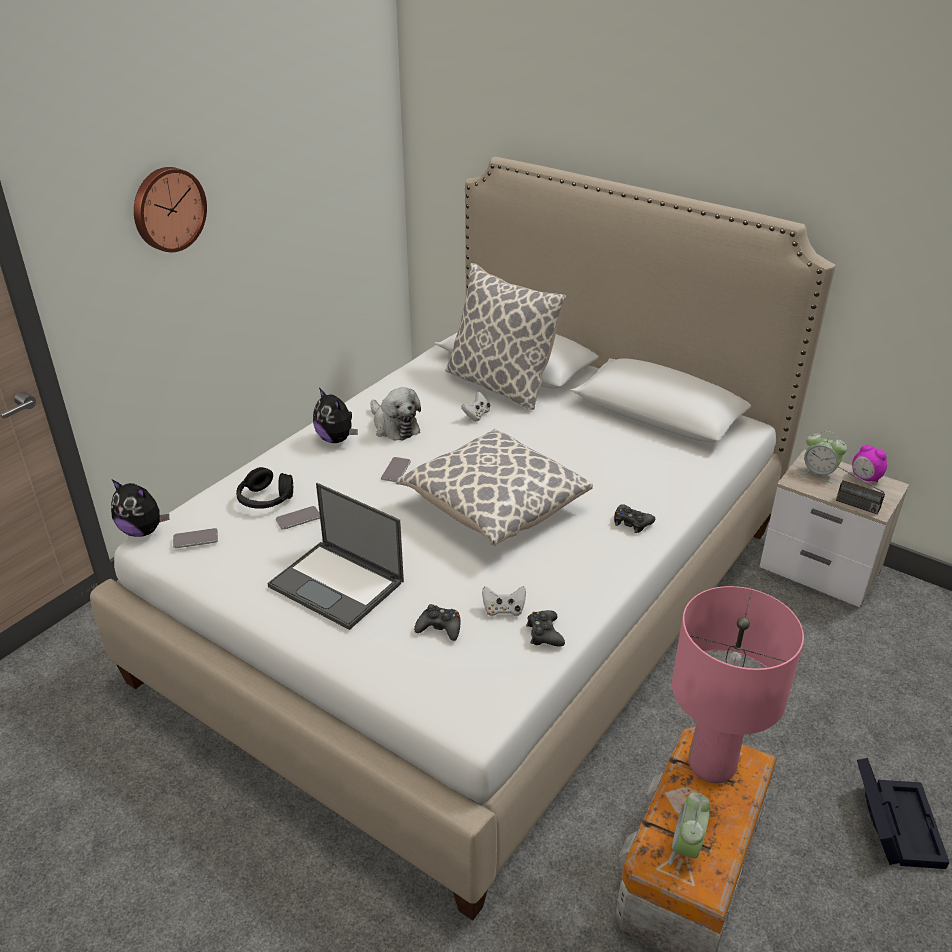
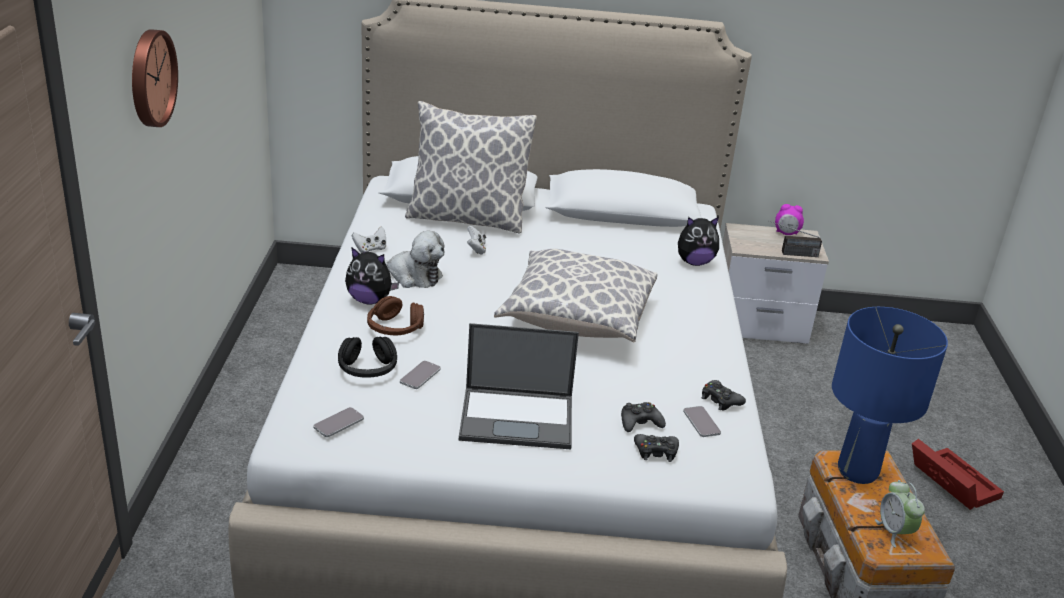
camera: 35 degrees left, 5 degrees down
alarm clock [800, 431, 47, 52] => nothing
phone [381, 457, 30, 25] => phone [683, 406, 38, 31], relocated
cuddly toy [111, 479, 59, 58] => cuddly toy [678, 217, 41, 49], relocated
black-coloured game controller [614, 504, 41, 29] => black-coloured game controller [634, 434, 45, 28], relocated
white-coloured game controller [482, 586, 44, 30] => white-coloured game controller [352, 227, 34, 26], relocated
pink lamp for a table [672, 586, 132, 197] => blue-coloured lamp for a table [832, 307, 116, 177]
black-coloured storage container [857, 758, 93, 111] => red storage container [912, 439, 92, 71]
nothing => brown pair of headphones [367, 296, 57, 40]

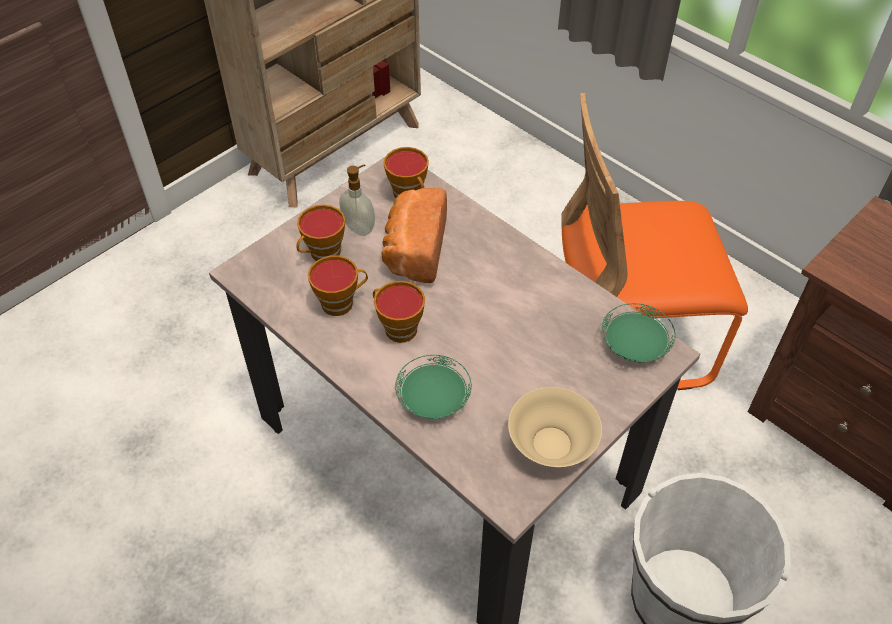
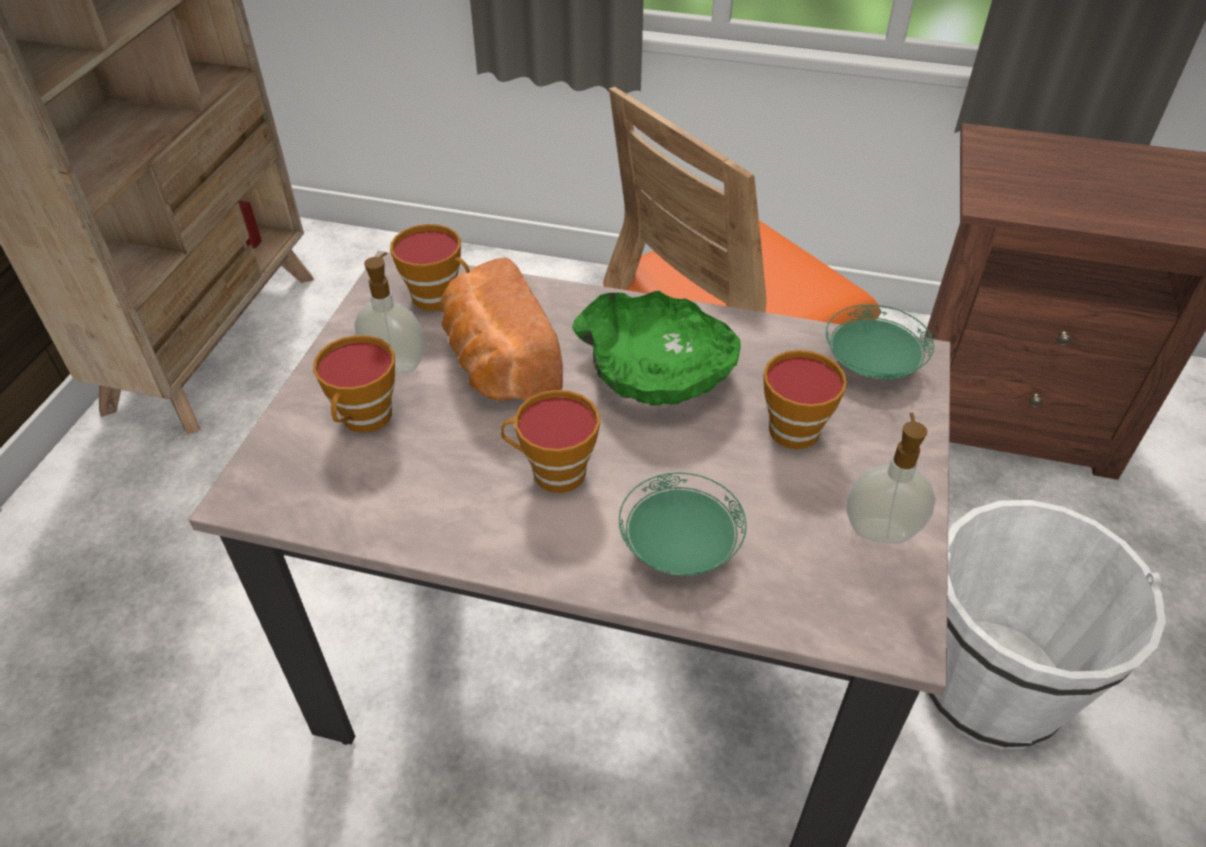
camera: 30 degrees left, 5 degrees down
drinking cup [308, 255, 60, 61] => drinking cup [764, 350, 83, 99], relocated
beige serving bowl [508, 387, 94, 80] => soap dispenser [846, 413, 90, 131]
nothing => greenish serving bowl [572, 291, 169, 115]

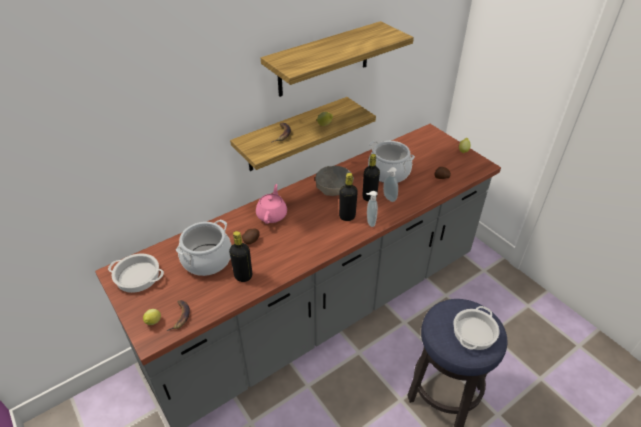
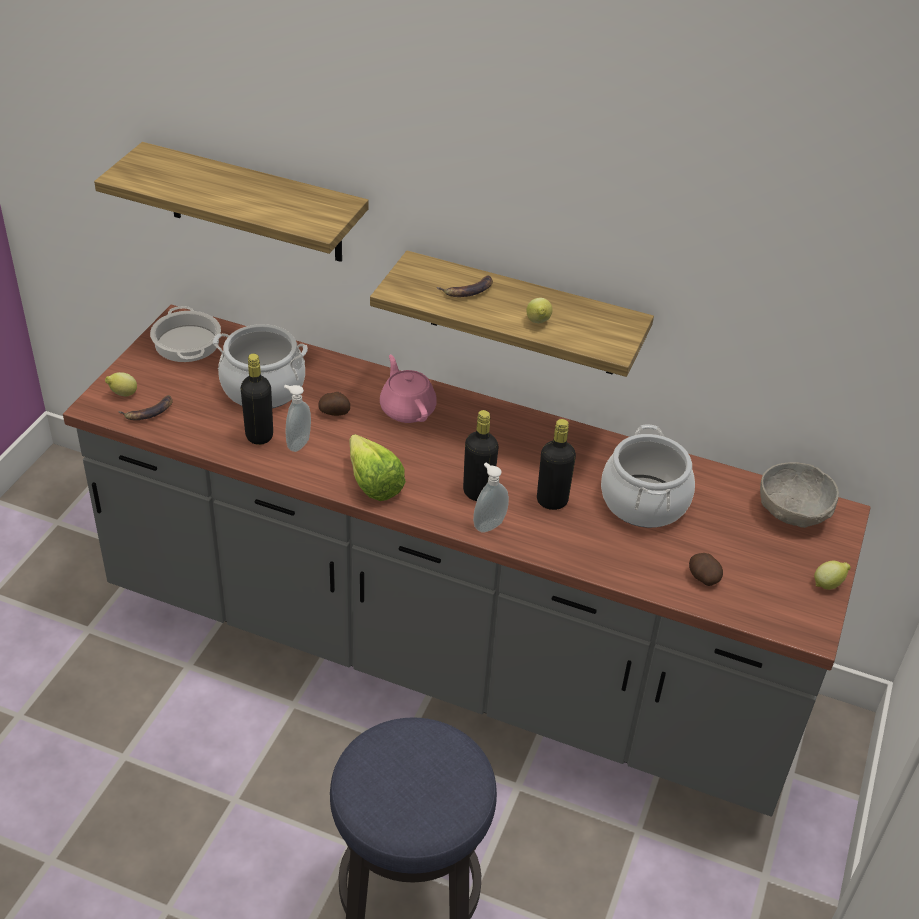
camera: 55 degrees right, 0 degrees up
wall shelf [261, 21, 153, 76] => wall shelf [94, 142, 275, 120], relocated
grey serving bowl [315, 166, 39, 30] => grey serving bowl [760, 462, 79, 66], relocated
soap dispenser [383, 167, 15, 35] => soap dispenser [284, 385, 27, 67], relocated
pink tea pot [256, 184, 31, 40] => pink tea pot [380, 355, 57, 68], 90 degrees counterclockwise
saucepot [453, 306, 46, 44] => nothing
nothing => lettuce head [350, 434, 56, 67]

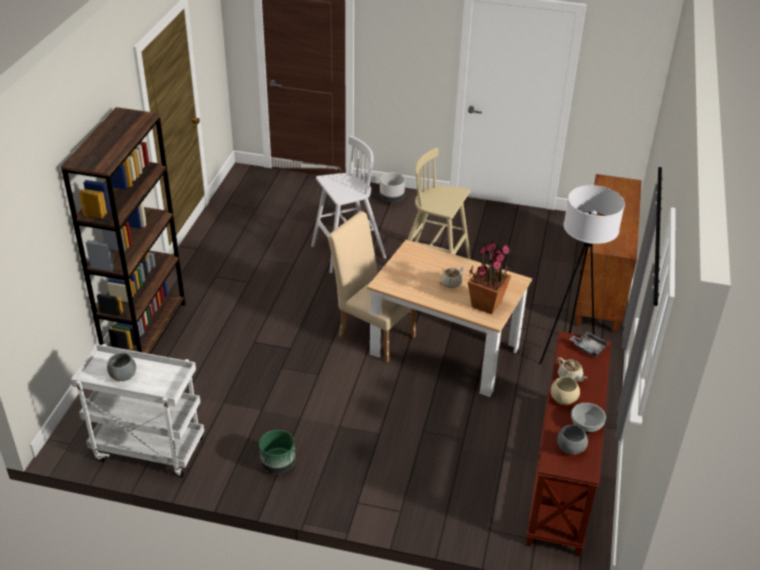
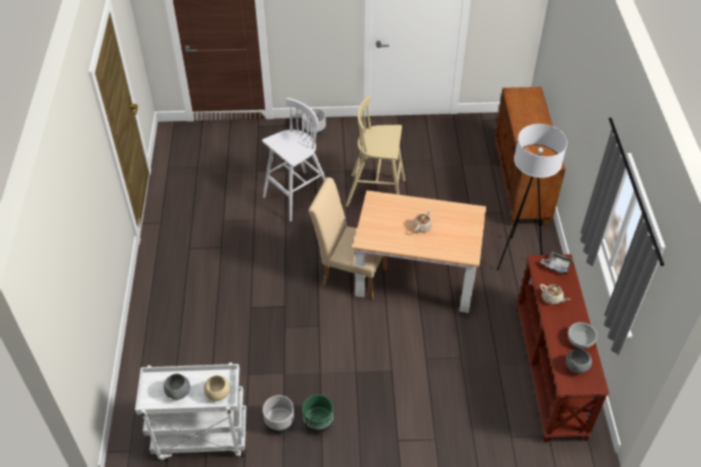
camera: 15 degrees left, 10 degrees up
brown bookcase [60, 107, 125, 247] => nothing
potted plant [468, 241, 43, 73] => nothing
beige serving bowl [551, 376, 29, 29] => beige serving bowl [204, 375, 26, 26], relocated
nothing => grey planter [263, 395, 32, 39]

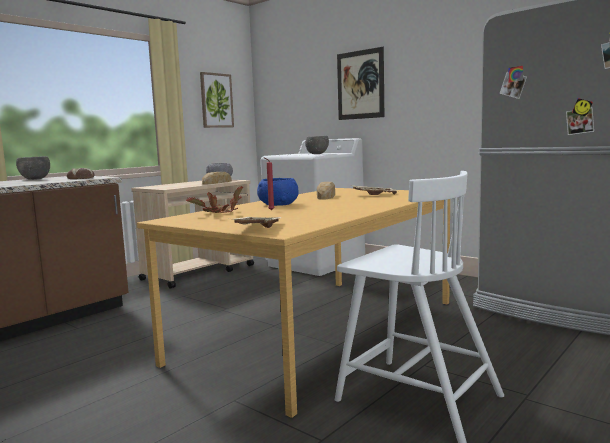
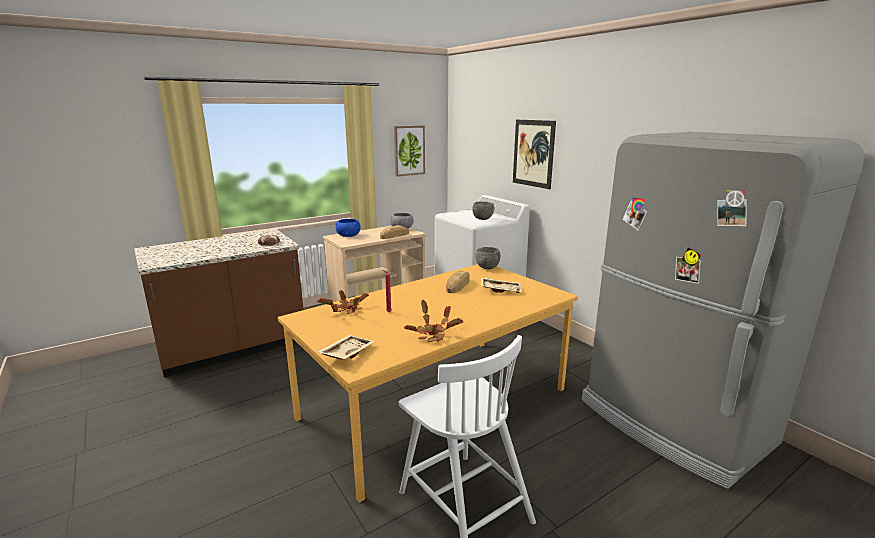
camera: 15 degrees right, 10 degrees up
grey serving bowl [16, 156, 34, 24] => grey serving bowl [475, 247, 26, 22], relocated
blue-coloured serving bowl [257, 178, 42, 28] => blue-coloured serving bowl [335, 219, 26, 18], relocated
nothing => potted plant [404, 300, 59, 42]

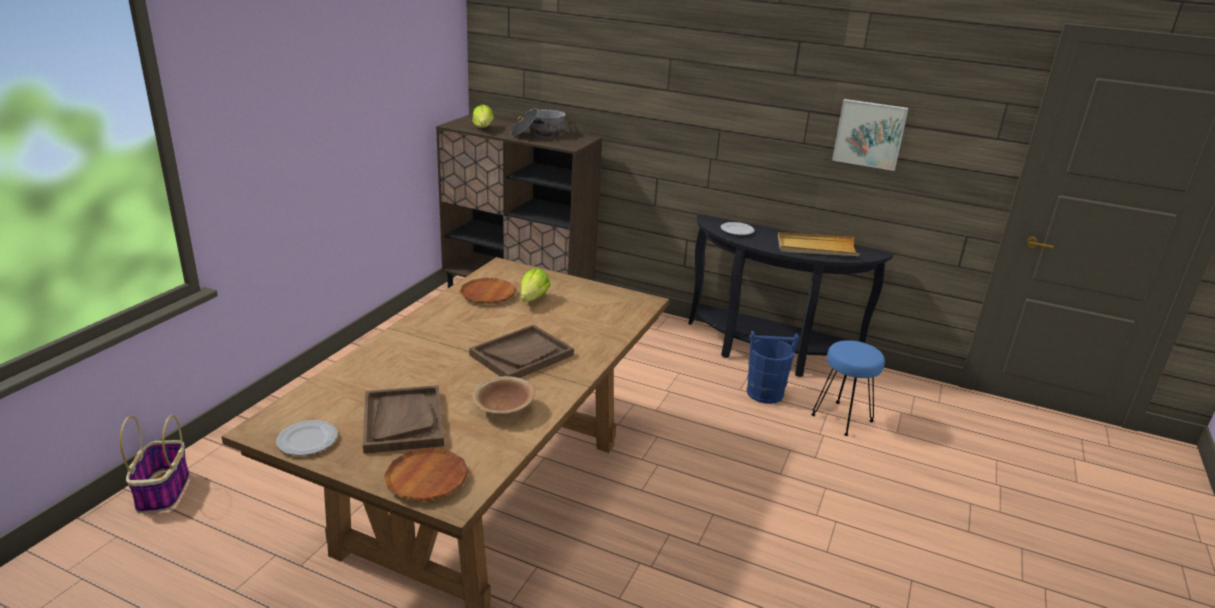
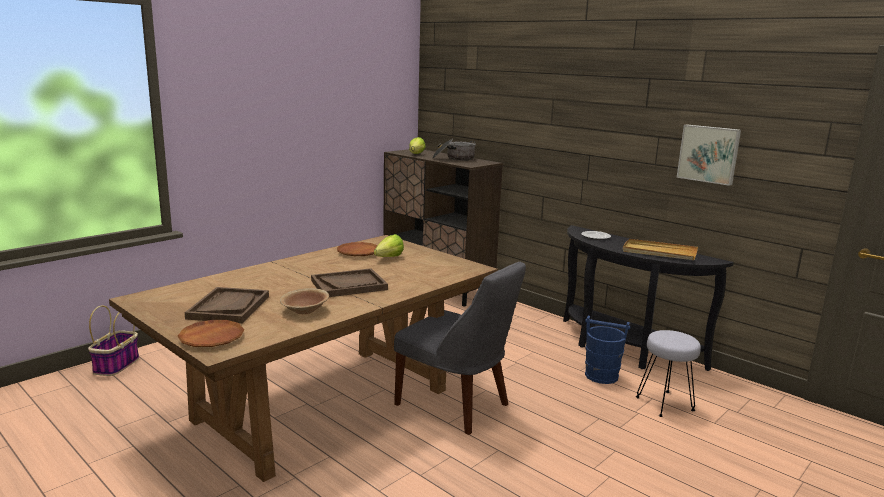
camera: 20 degrees right, 10 degrees down
blue-coloured stool [811, 340, 74, 96] => grey stool [636, 330, 65, 87]
plate [276, 420, 62, 36] => nothing
nothing => grey chair [394, 262, 132, 173]

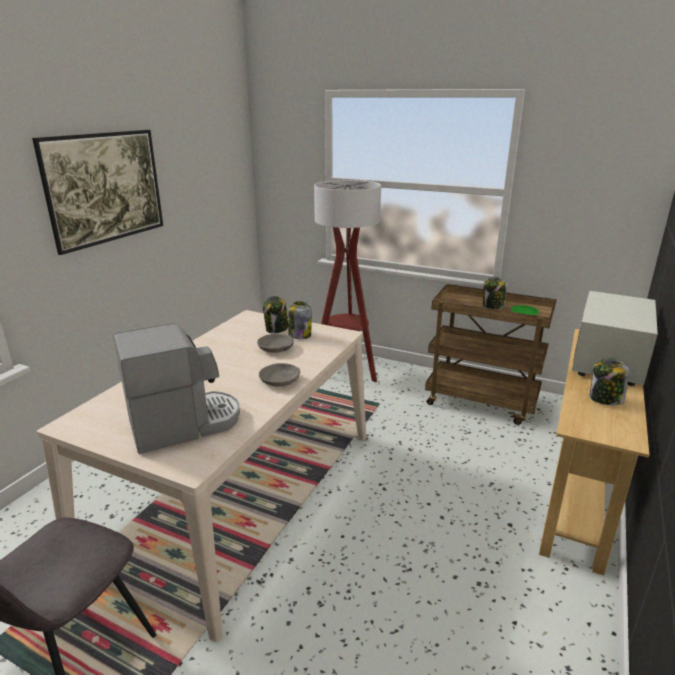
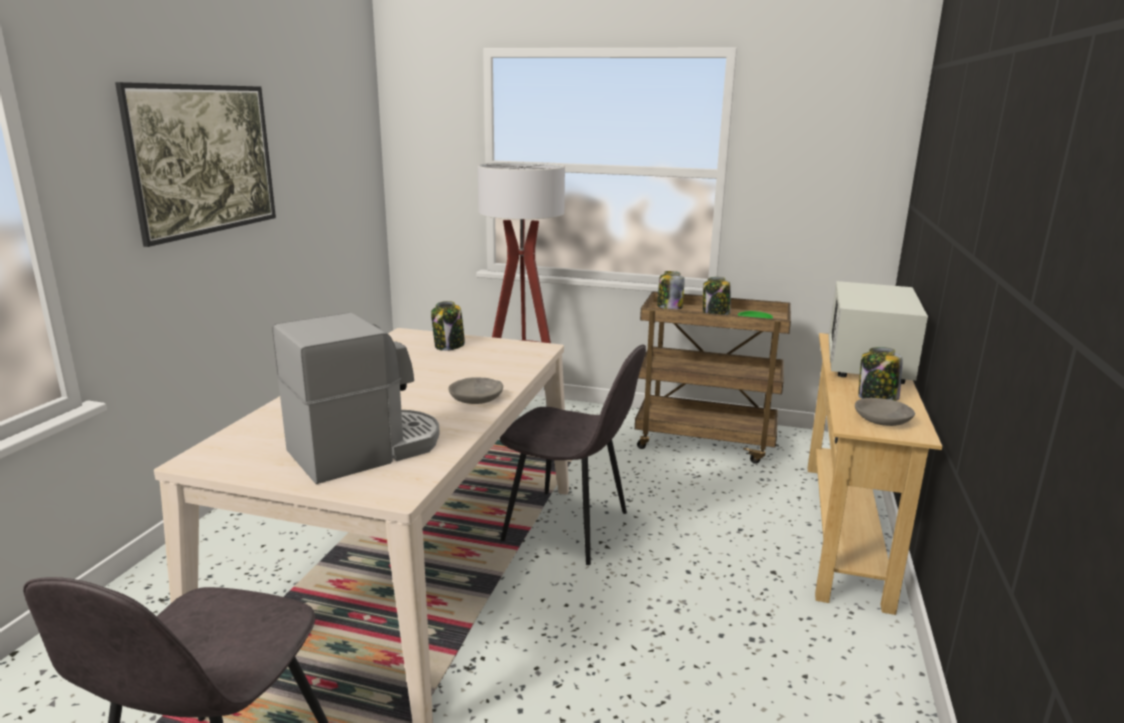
camera: 10 degrees left, 5 degrees down
storage jar [288, 301, 24, 38] => storage jar [657, 271, 28, 38], relocated
grey serving bowl [257, 334, 37, 19] => grey serving bowl [855, 398, 60, 28], relocated
nothing => grey chair [500, 344, 146, 221]

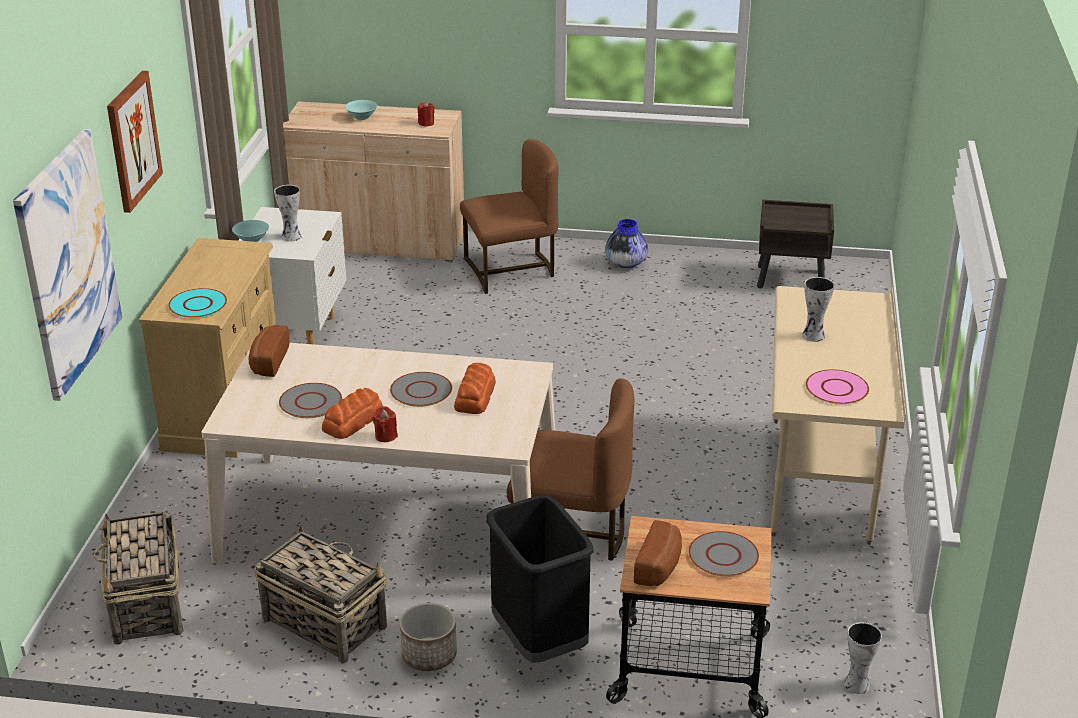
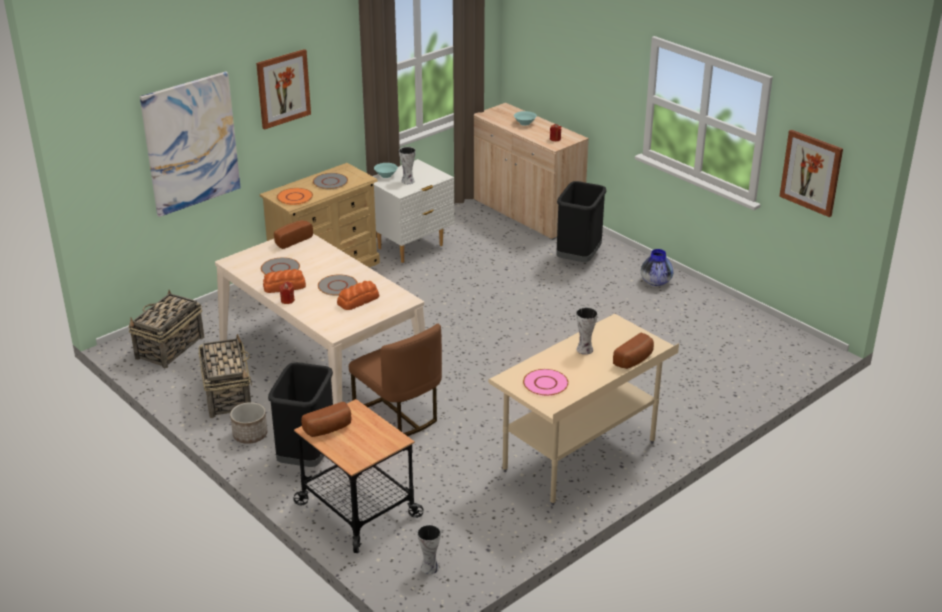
camera: 40 degrees right, 0 degrees up
brown chair [460, 139, 99, 155] => black-coloured trash can [556, 181, 50, 81]
brown night table [757, 200, 77, 88] => nothing
blue-green plate [168, 288, 59, 30] => orangey plate [277, 188, 36, 17]
grey plate [688, 531, 71, 46] => grey plate [313, 173, 35, 16], relocated
nothing => picture [779, 129, 64, 88]
nothing => bread [613, 333, 41, 36]

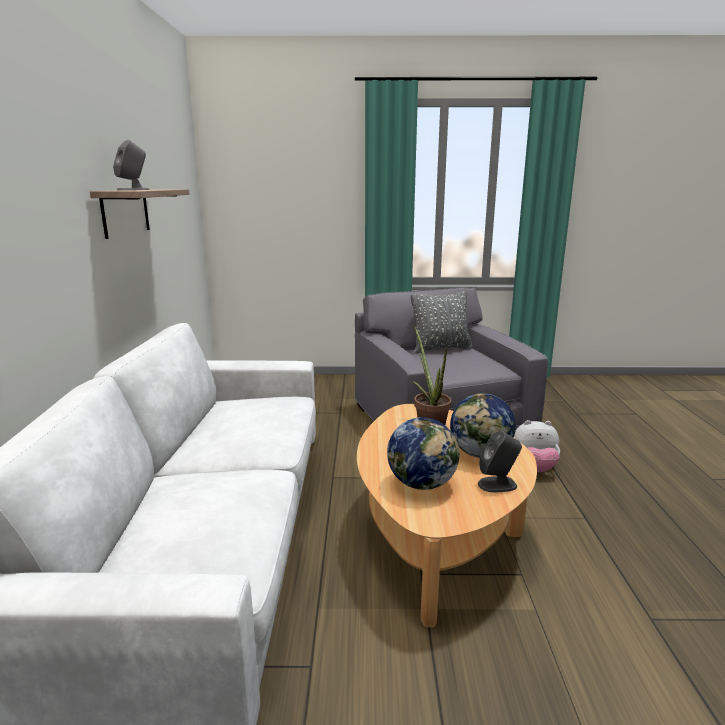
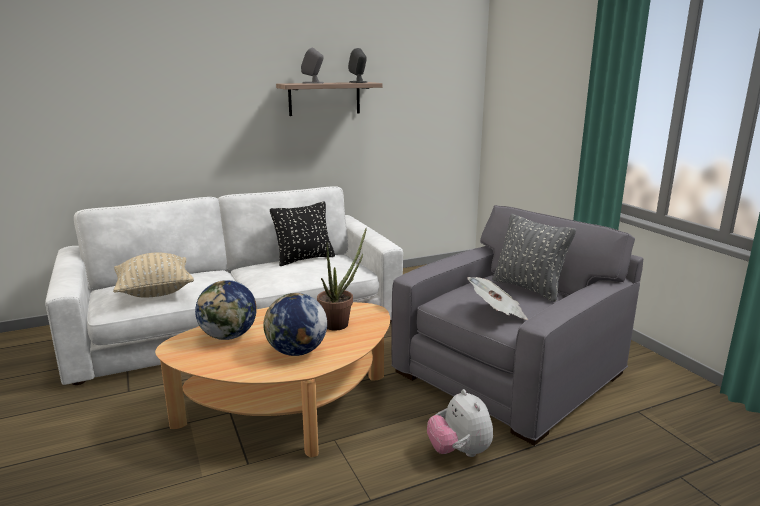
camera: 65 degrees right, 0 degrees up
grey speaker [478, 431, 44, 61] => grey speaker [348, 48, 19, 35], relocated
nothing => black-coloured throw pillow [270, 201, 65, 65]
nothing => beige throw pillow [113, 253, 81, 45]
nothing => printed paper [467, 277, 61, 43]

